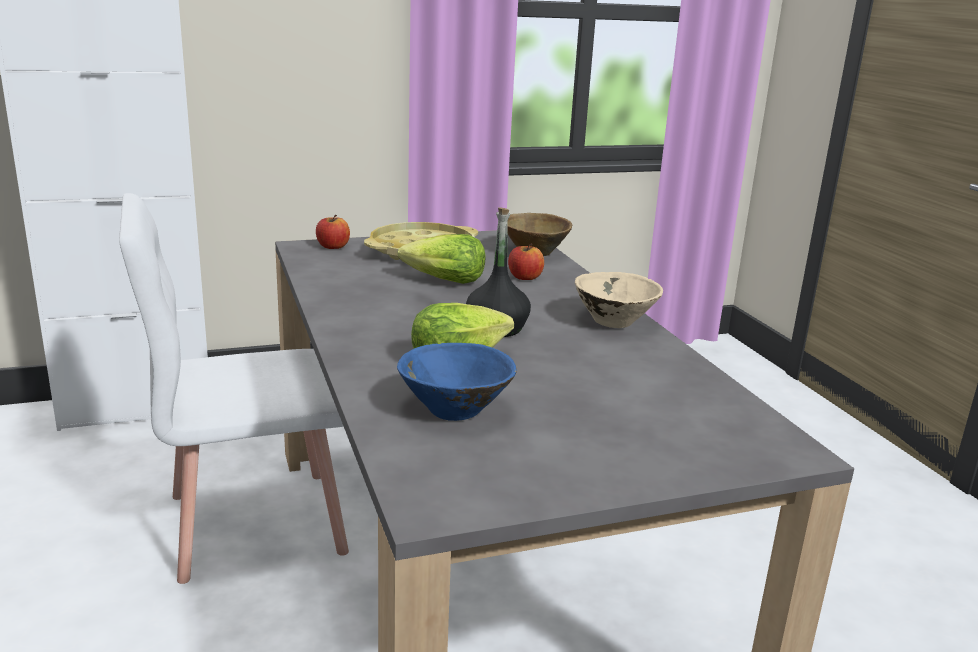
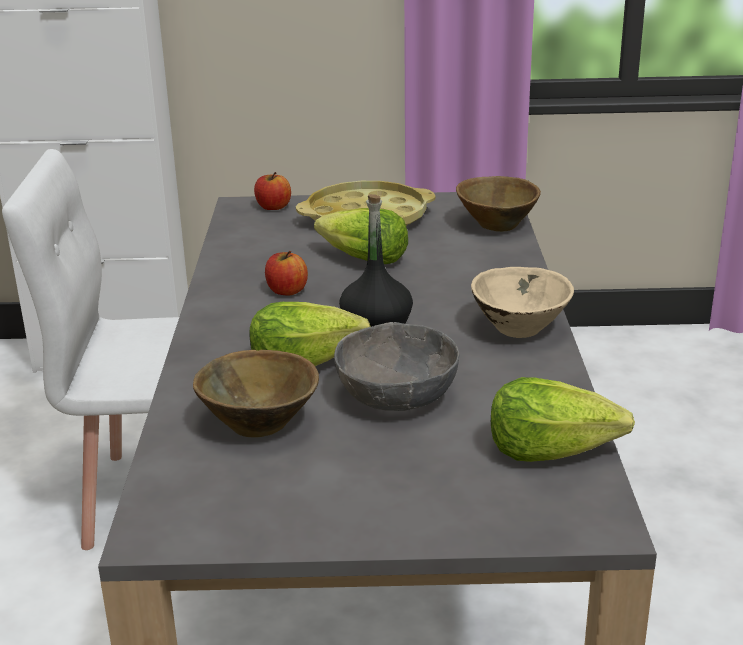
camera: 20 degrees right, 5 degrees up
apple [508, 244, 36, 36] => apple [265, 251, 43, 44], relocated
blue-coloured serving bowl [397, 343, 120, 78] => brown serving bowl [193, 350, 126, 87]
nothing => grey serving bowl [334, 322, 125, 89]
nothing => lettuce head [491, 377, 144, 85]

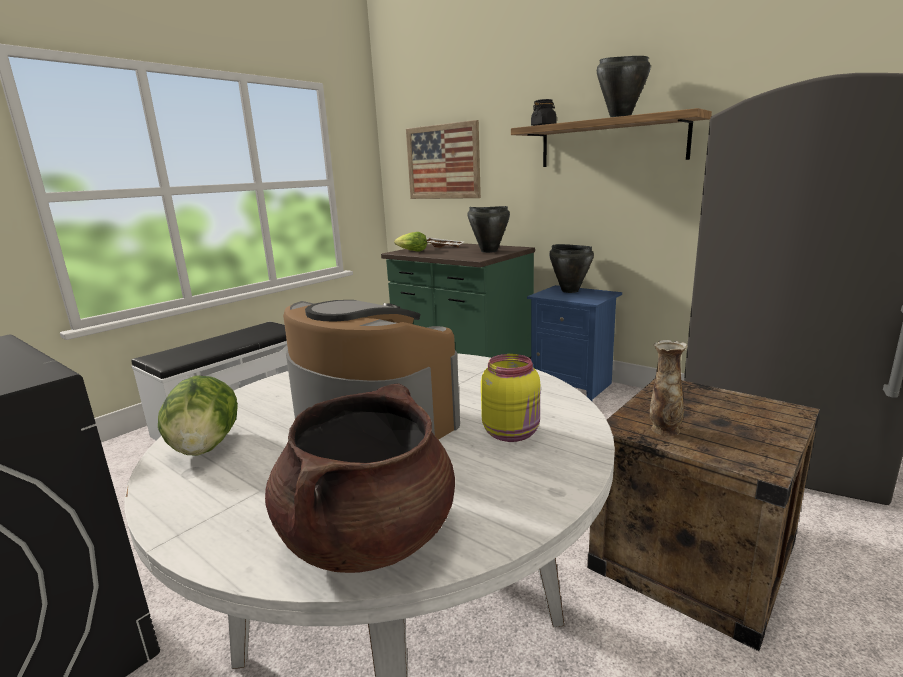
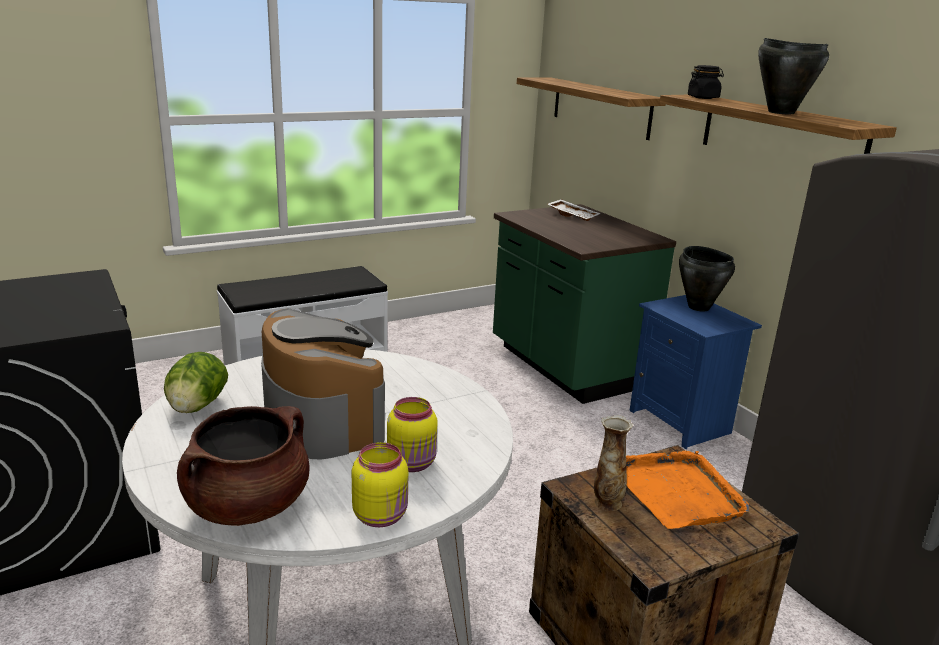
camera: 20 degrees right, 5 degrees up
picture [406, 120, 75, 79] => wall shelf [517, 77, 149, 63]
black-coloured saucepot [468, 206, 42, 47] => nothing
lettuce head [394, 232, 33, 20] => nothing
nothing => yellow storage jar [352, 442, 57, 85]
nothing => orangey tray [626, 450, 123, 79]

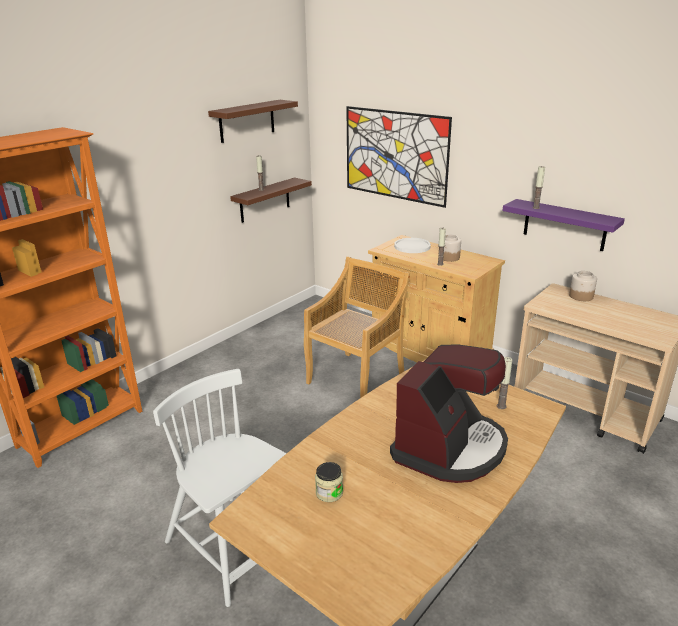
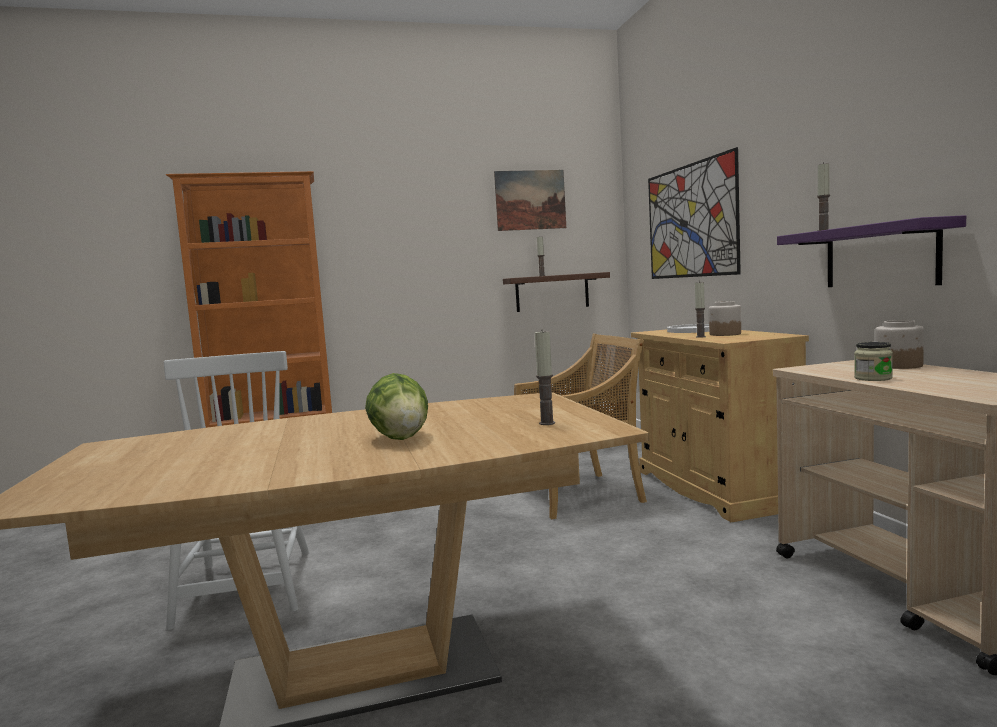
camera: 35 degrees right, 20 degrees down
brown wall shelf [208, 100, 90, 43] => picture [494, 170, 72, 61]
coffee machine [390, 344, 118, 139] => lettuce head [365, 373, 63, 67]
storage jar [315, 462, 28, 40] => storage jar [854, 342, 39, 39], relocated

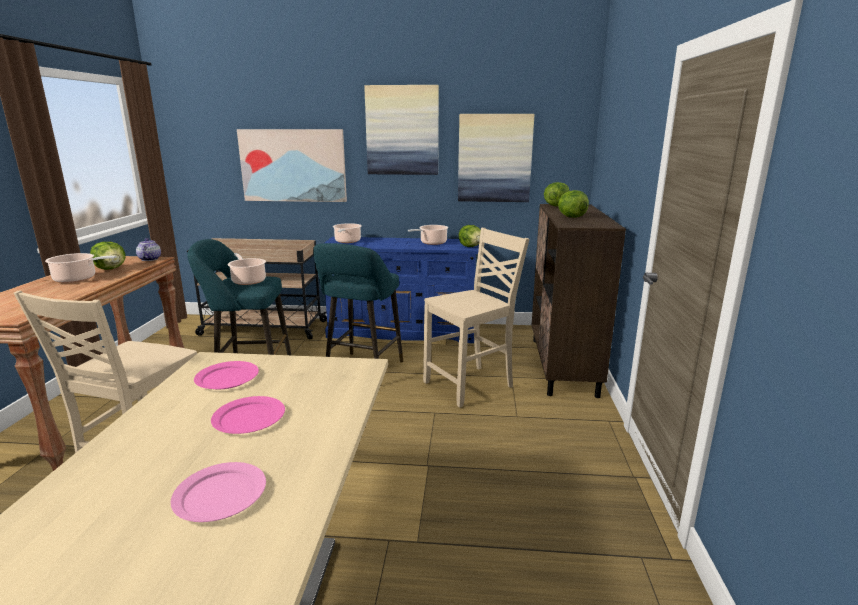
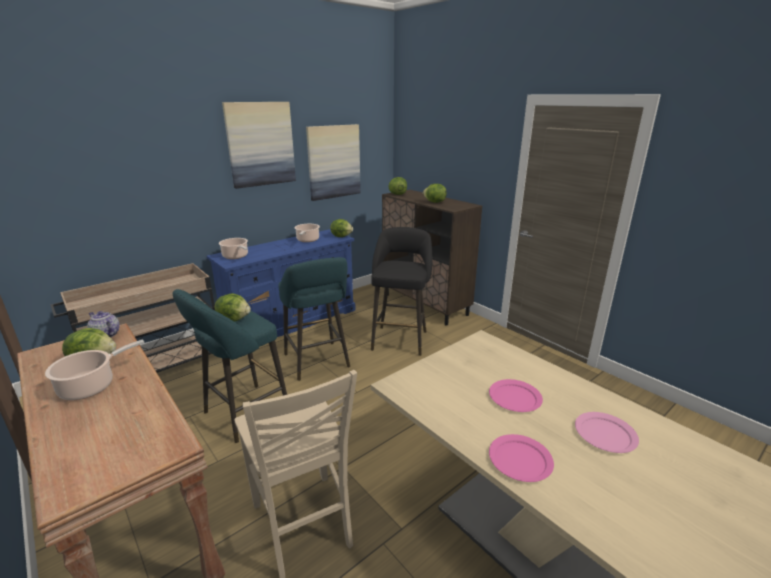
camera: 45 degrees left, 5 degrees up
picture [237, 129, 110, 73] => nothing
beige chair [423, 228, 106, 180] => black-coloured stool [371, 227, 62, 129]
saucepot [228, 253, 38, 32] => lettuce head [215, 294, 36, 28]
pink plate [194, 361, 65, 28] => pink plate [489, 434, 65, 48], relocated

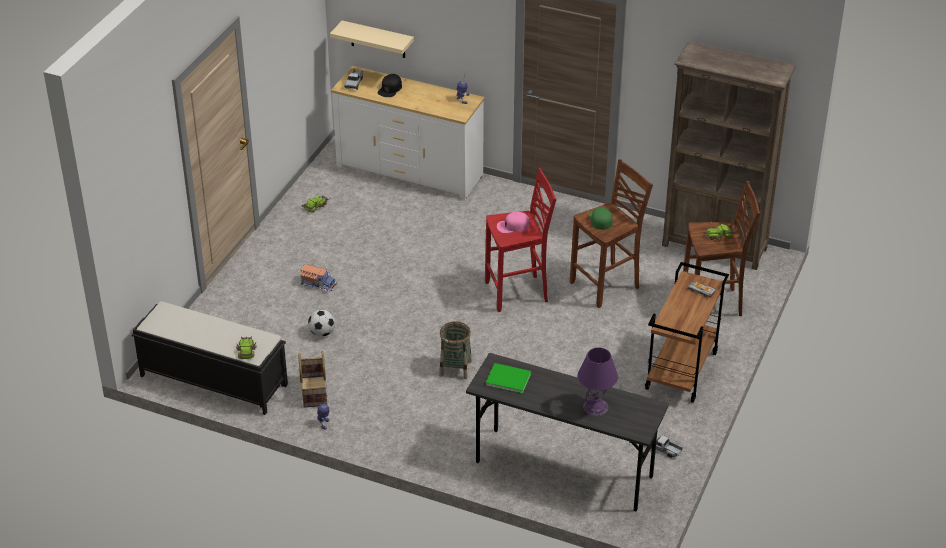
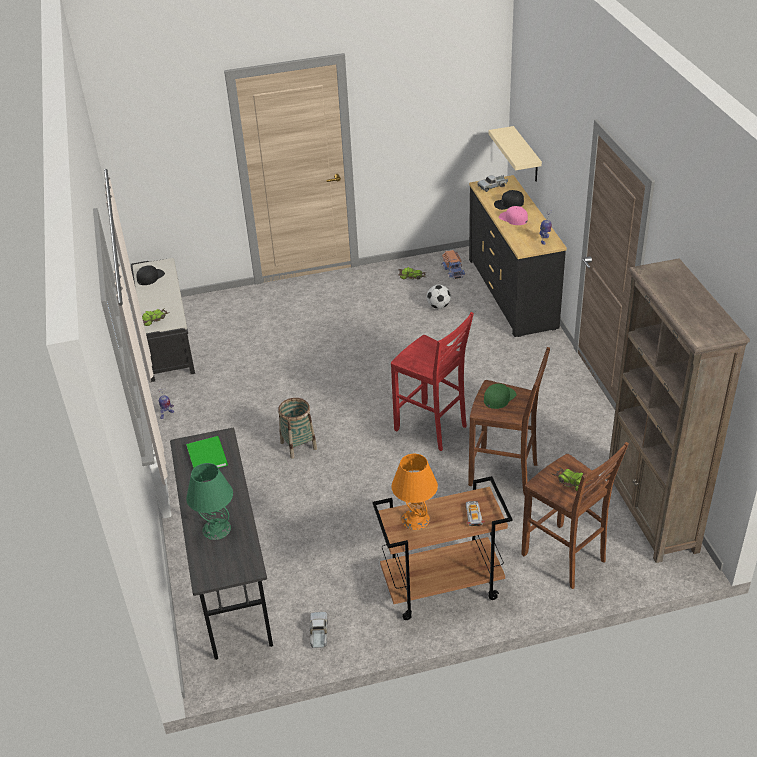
camera: 55 degrees right, 0 degrees up
white-coloured chest of drawers [331, 66, 153, 133] => black-coloured chest of drawers [469, 175, 98, 162]
pink cap [497, 212, 32, 21] => pink cap [499, 206, 29, 19], relocated
toy truck [300, 264, 37, 28] => toy truck [441, 250, 25, 30], relocated
football [308, 310, 27, 27] => football [427, 285, 24, 24], relocated
purple lamp for a table [577, 347, 41, 69] => greenish lamp for a table [186, 463, 47, 77]
basket [298, 351, 29, 57] => nothing
nothing => black-coloured cap [136, 265, 29, 20]
nothing => orangey lamp for a table [391, 454, 47, 76]

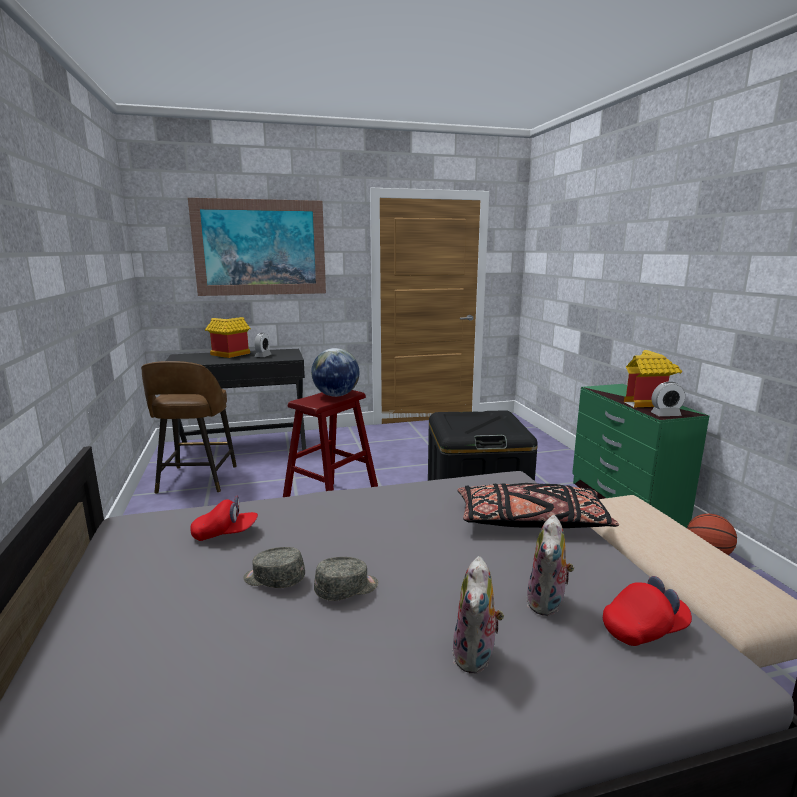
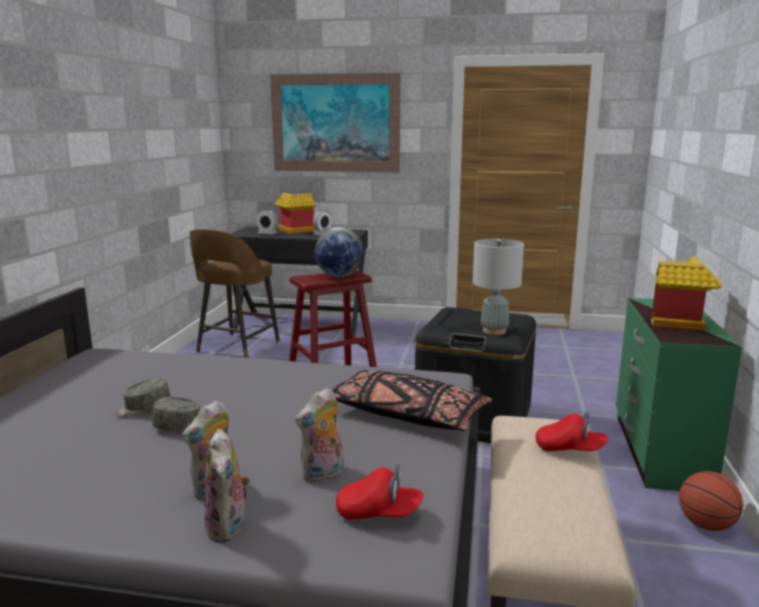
camera: 25 degrees right, 0 degrees up
alarm clock [651, 382, 34, 34] => alarm clock [256, 210, 22, 25], relocated
red cap [190, 495, 68, 46] => red cap [536, 411, 72, 40], relocated
grey cap [243, 547, 62, 41] => grey cap [115, 378, 56, 40], 75 degrees counterclockwise
nothing => grey lamp for a table [473, 239, 51, 96]
nothing => cuddly toy [204, 429, 46, 114]

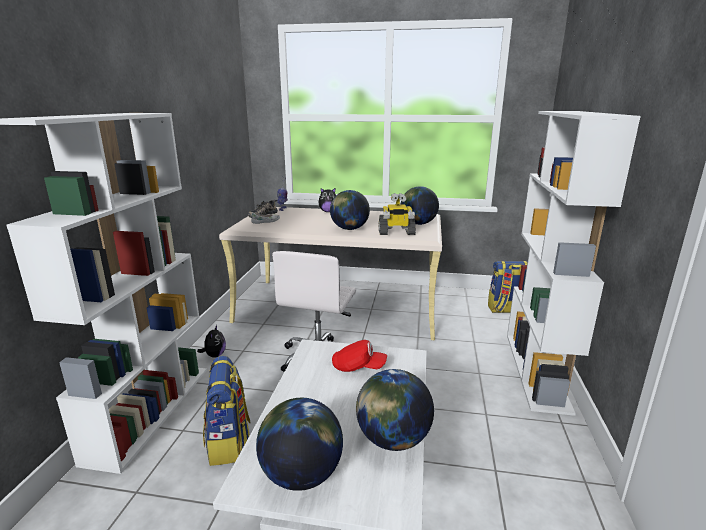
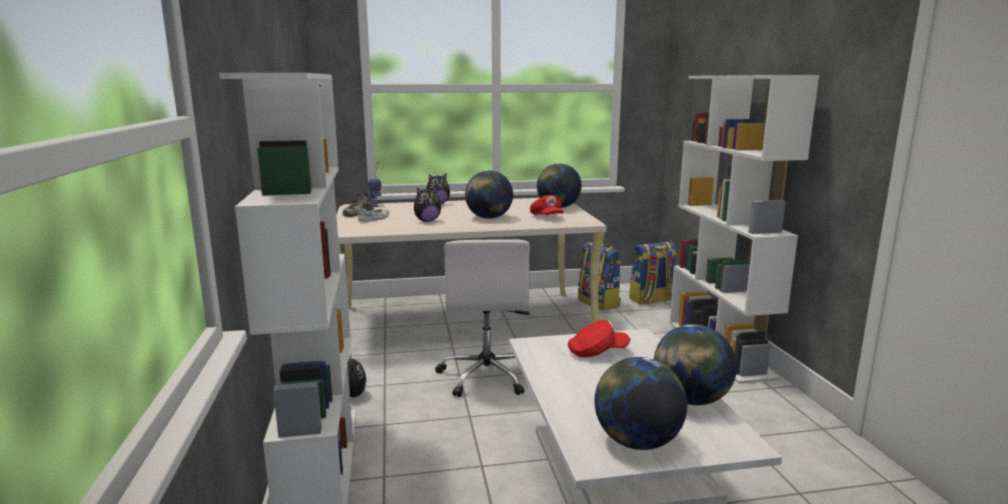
camera: 20 degrees left, 5 degrees down
robot figure [379, 193, 37, 42] => red cap [530, 195, 33, 20]
backpack [203, 356, 47, 110] => backpack [578, 242, 44, 69], relocated
nothing => cuddly toy [414, 186, 27, 36]

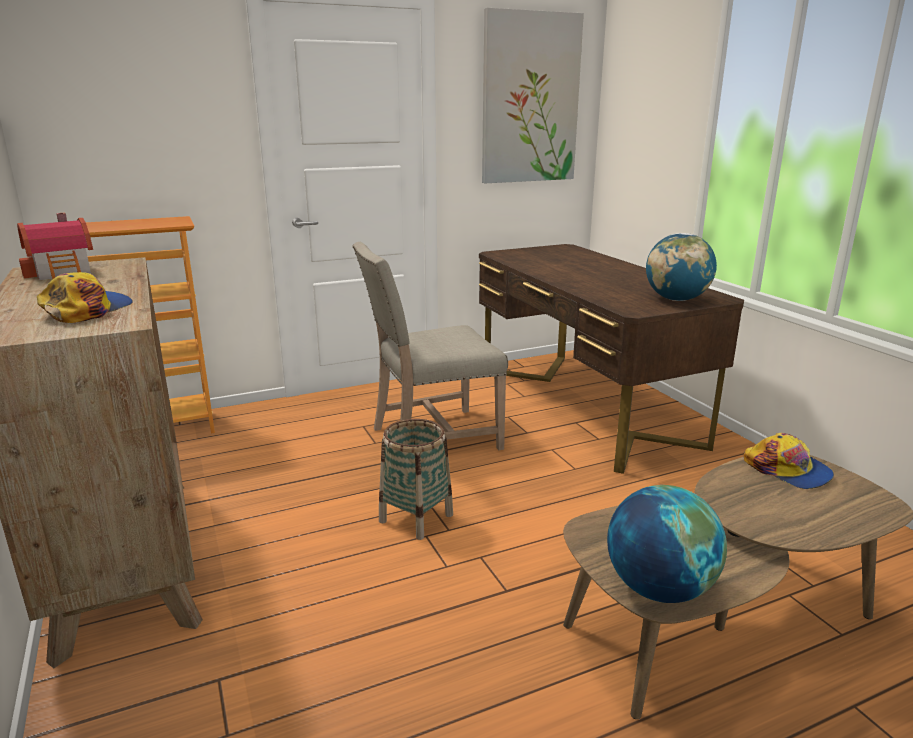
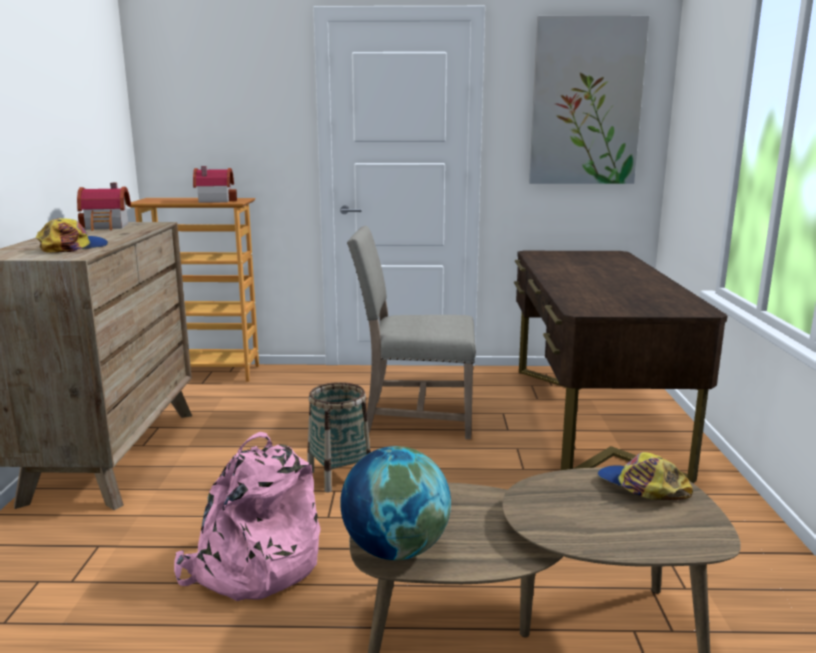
camera: 25 degrees right, 5 degrees down
globe [646, 233, 71, 68] => nothing
cap [744, 433, 90, 56] => cap [598, 452, 95, 48], 150 degrees clockwise
nothing => miniature house [193, 166, 44, 37]
nothing => pink backpack [174, 432, 146, 169]

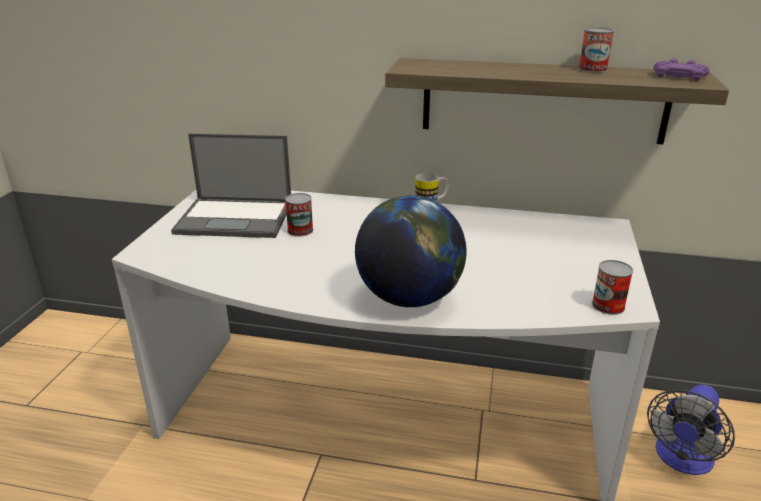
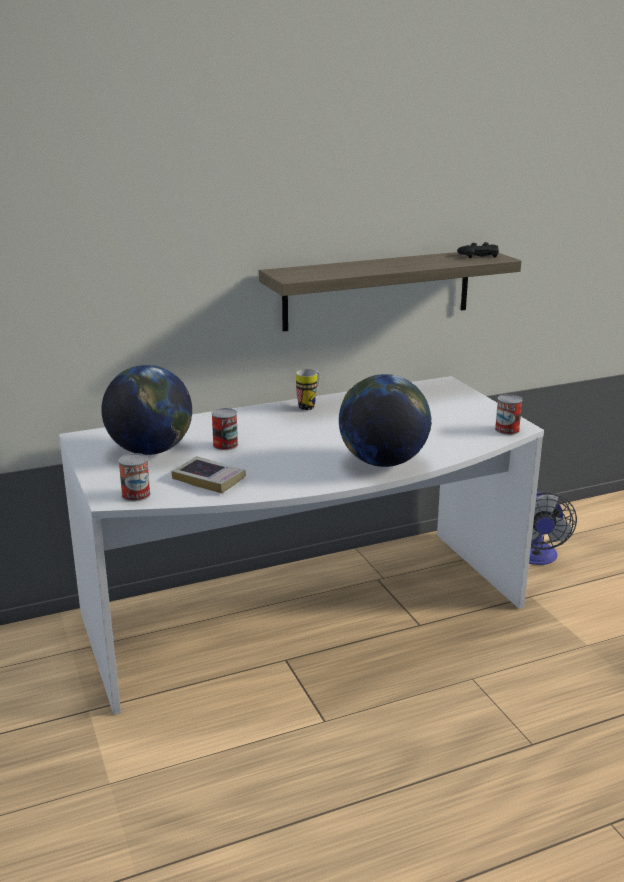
camera: 35 degrees left, 5 degrees down
metal can [579, 27, 35, 46] => metal can [118, 453, 33, 48], relocated
purple game controller [653, 58, 56, 23] => black-coloured game controller [457, 242, 42, 16]
portable computer [171, 133, 120, 105] => globe [101, 365, 91, 90]
nothing => book [171, 456, 75, 38]

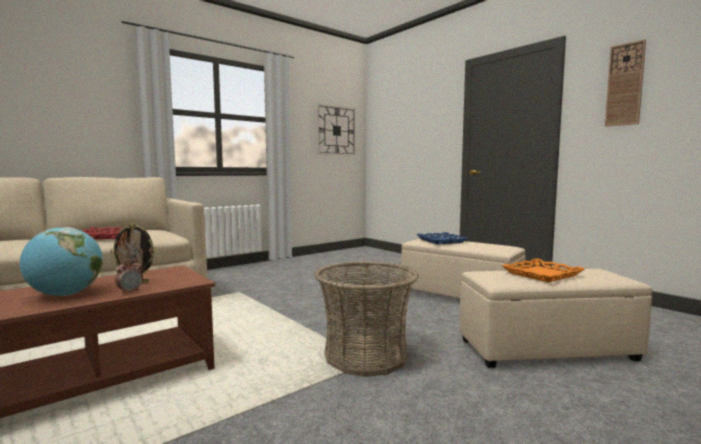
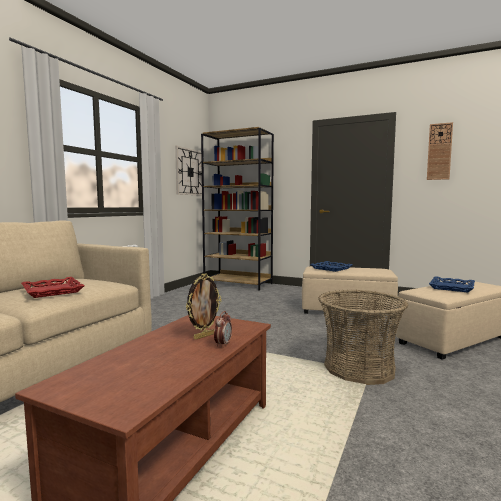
camera: 25 degrees left, 0 degrees up
globe [20, 227, 83, 69] => nothing
orangey tray [502, 258, 83, 24] => blue-coloured tray [429, 276, 46, 17]
nothing => brown bookcase [201, 127, 73, 163]

